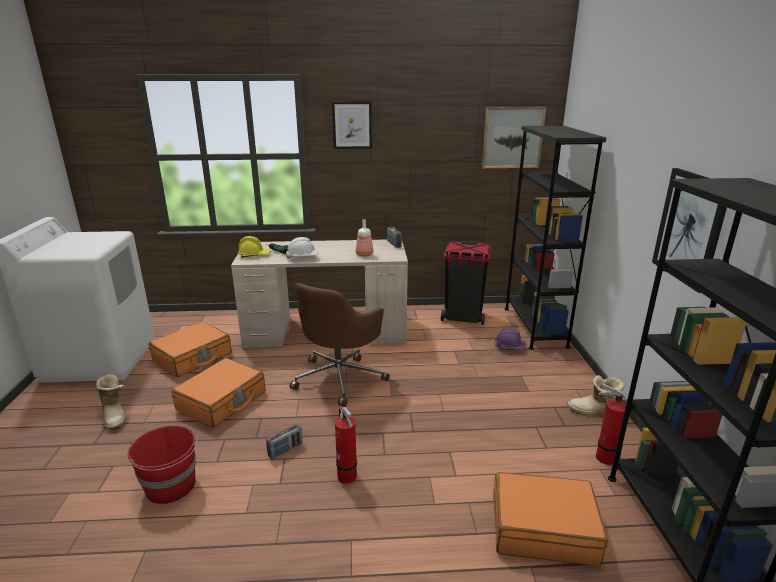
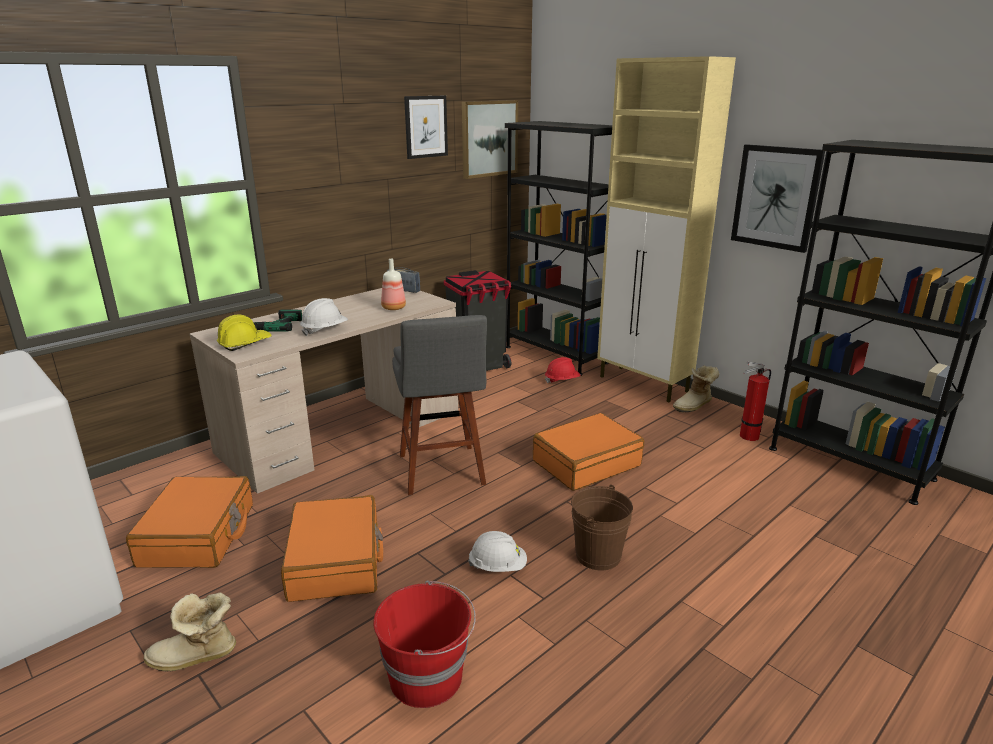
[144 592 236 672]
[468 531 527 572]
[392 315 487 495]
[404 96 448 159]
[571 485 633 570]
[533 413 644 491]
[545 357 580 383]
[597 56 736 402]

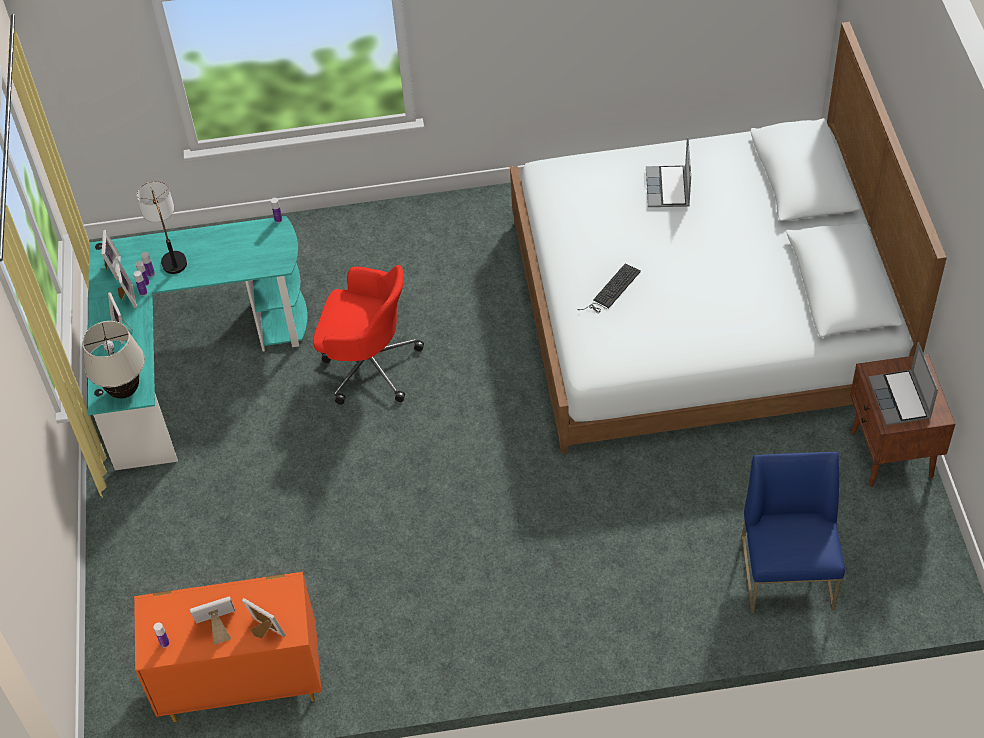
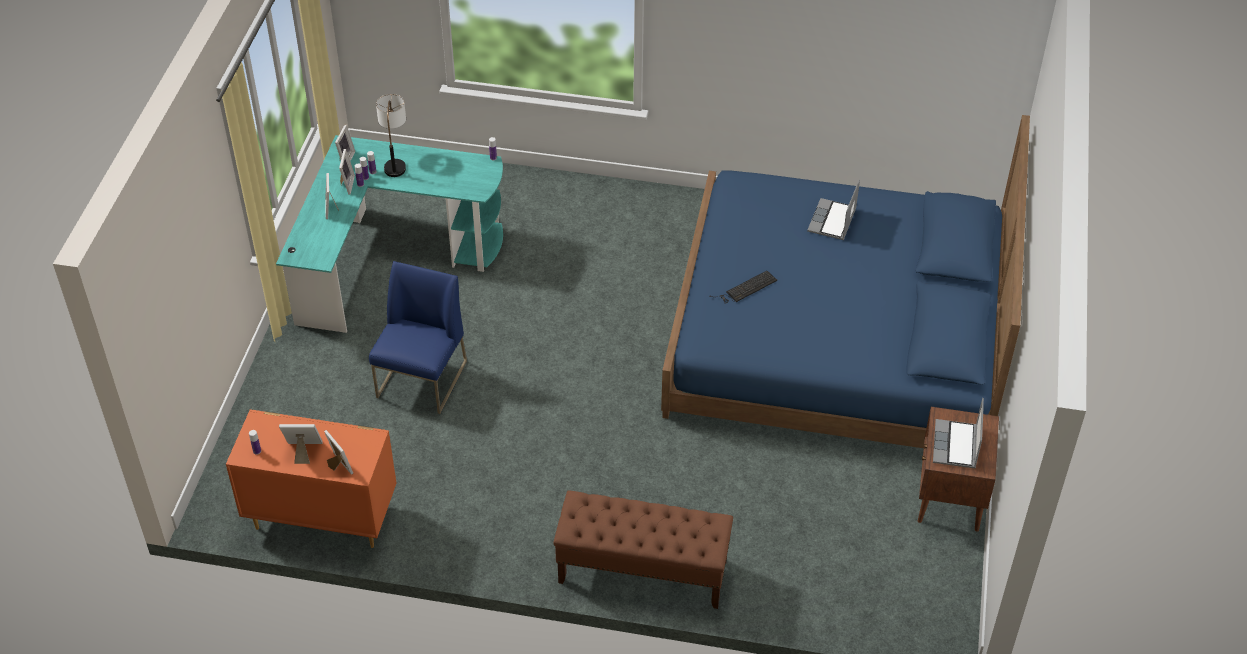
[82 321 145 399] (first image)
[313 265 424 405] (first image)
[661 115 1030 448]
[369 261 467 414]
[553 490 733 609]

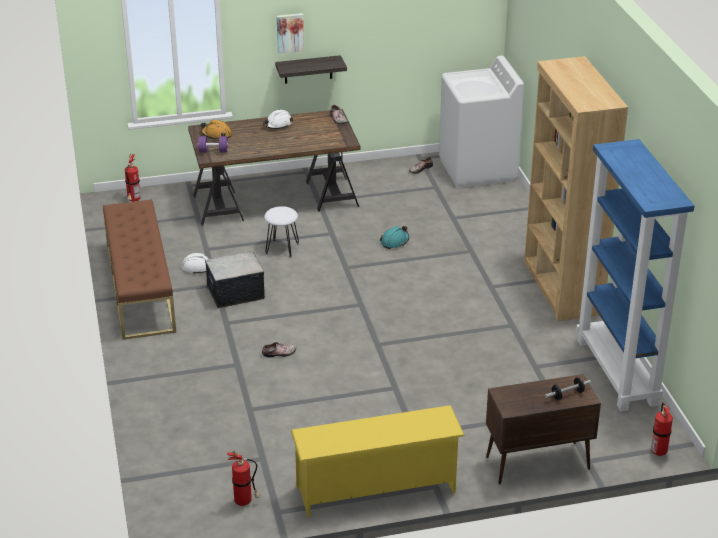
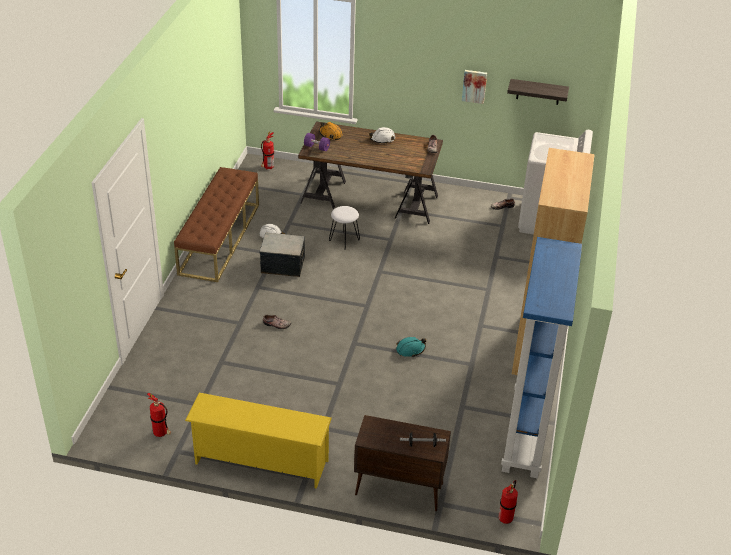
[507 79 569 105]
[462 70 487 104]
[396 337 426 357]

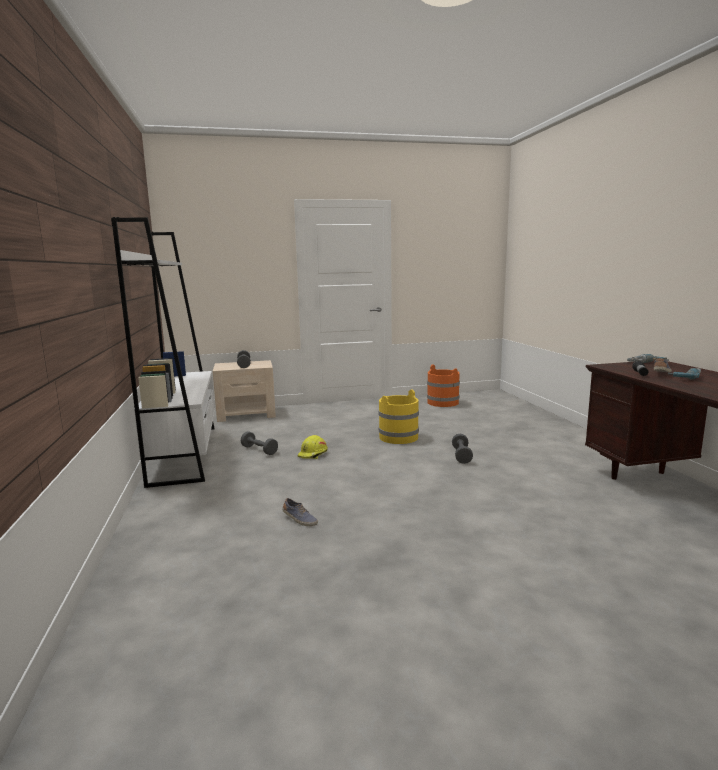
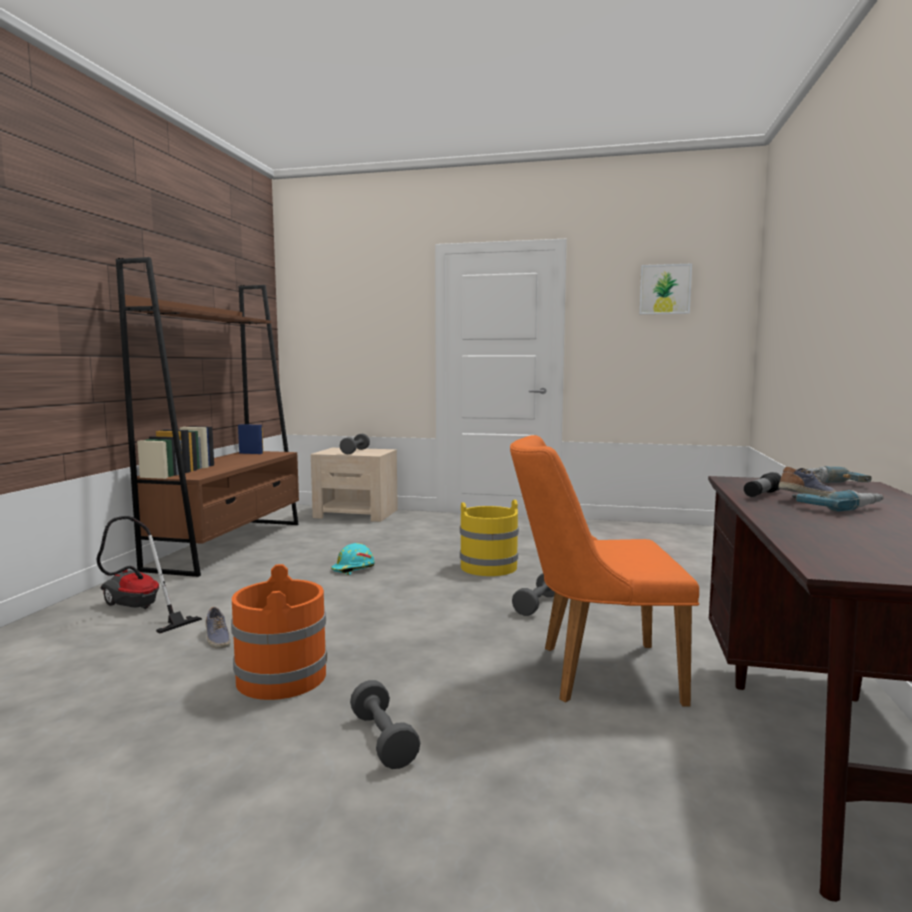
[116 257 299 577]
[350 680 420 769]
[331 543 375 575]
[231 564 327 700]
[97 516 202 634]
[510 435 699 707]
[639 263 692 314]

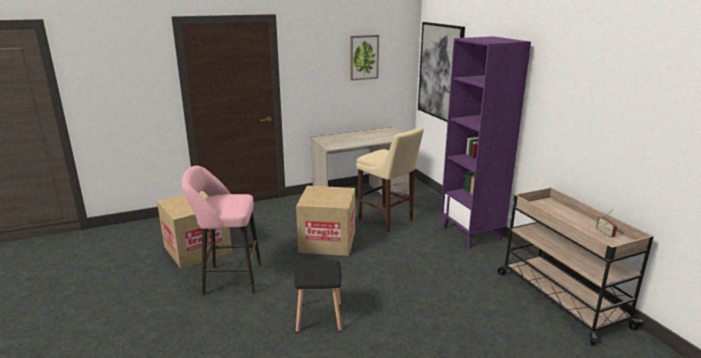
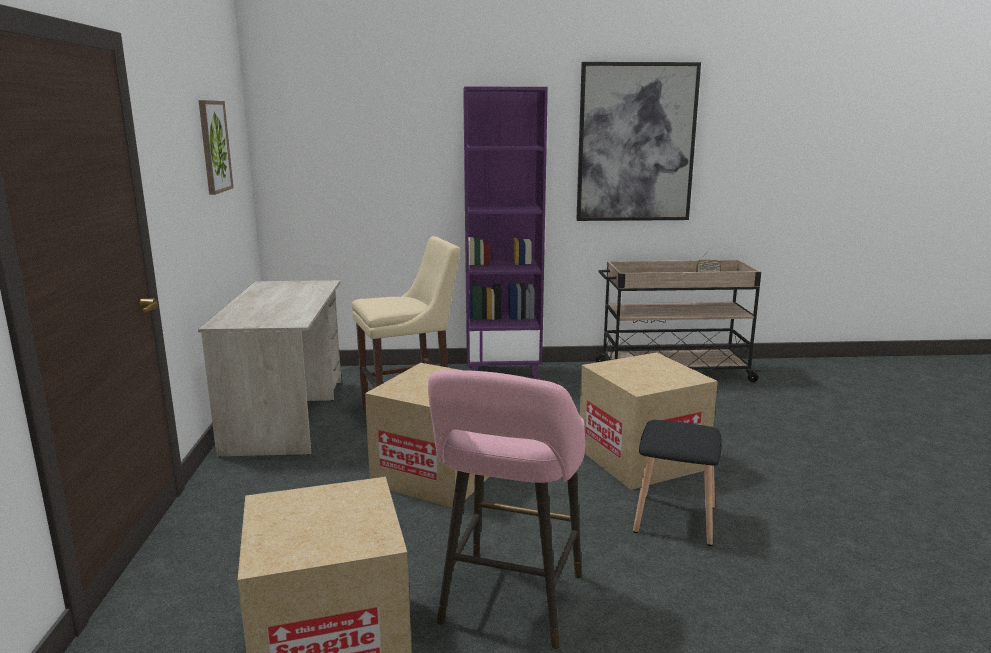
[576 62 701 221]
[580 352 718 490]

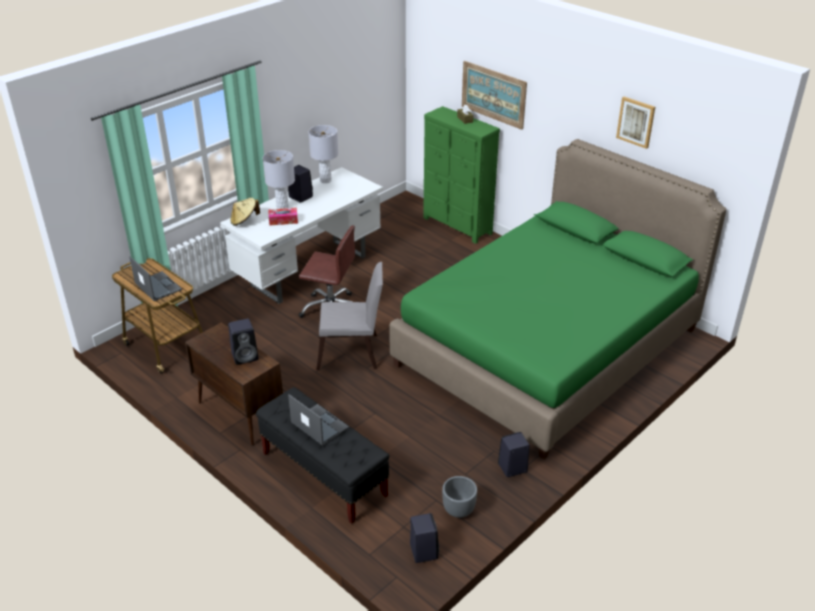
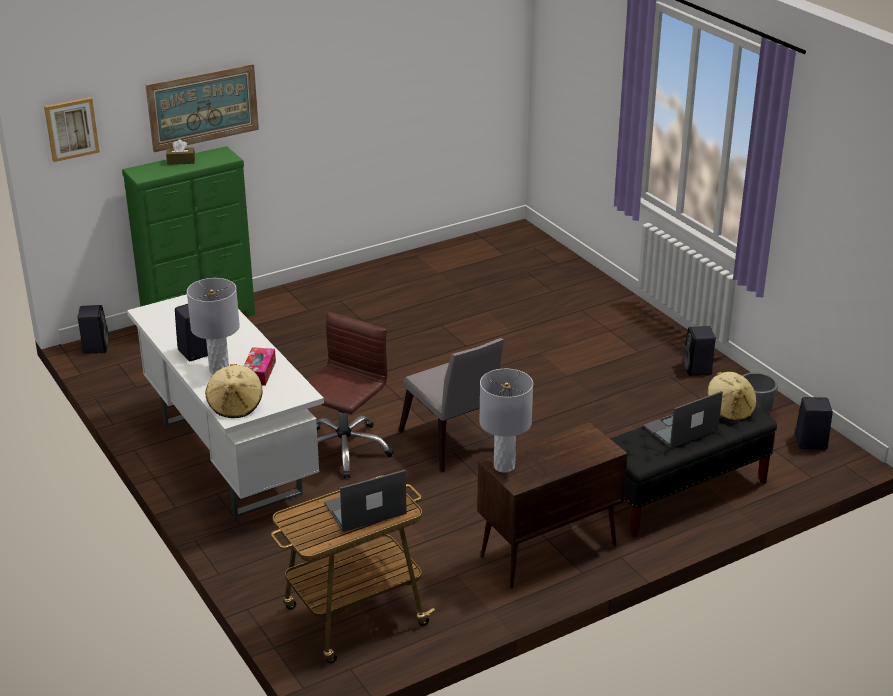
[78 305 109 354]
[479 369 533 473]
[399 338 504 472]
[389 139 727 459] (first image)
[44 97 100 162]
[707 372 757 422]

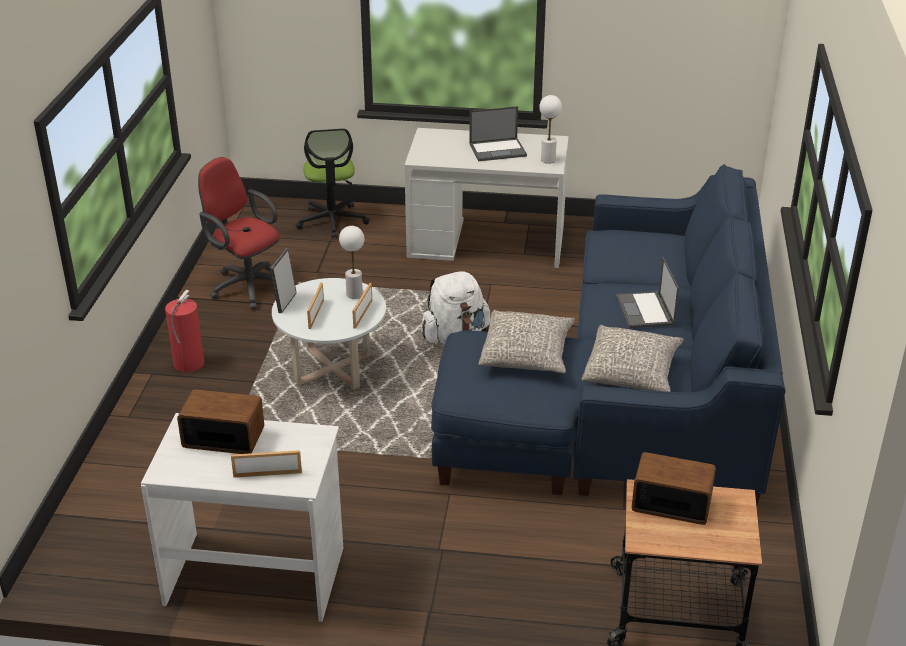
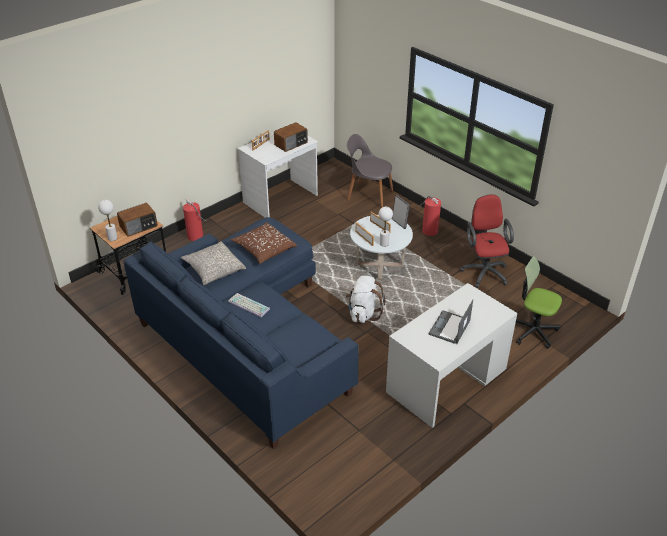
[460 194 514 288]
[231 222 297 264]
[98 200 118 241]
[228 293 270 317]
[183 199 206 241]
[347 134 393 208]

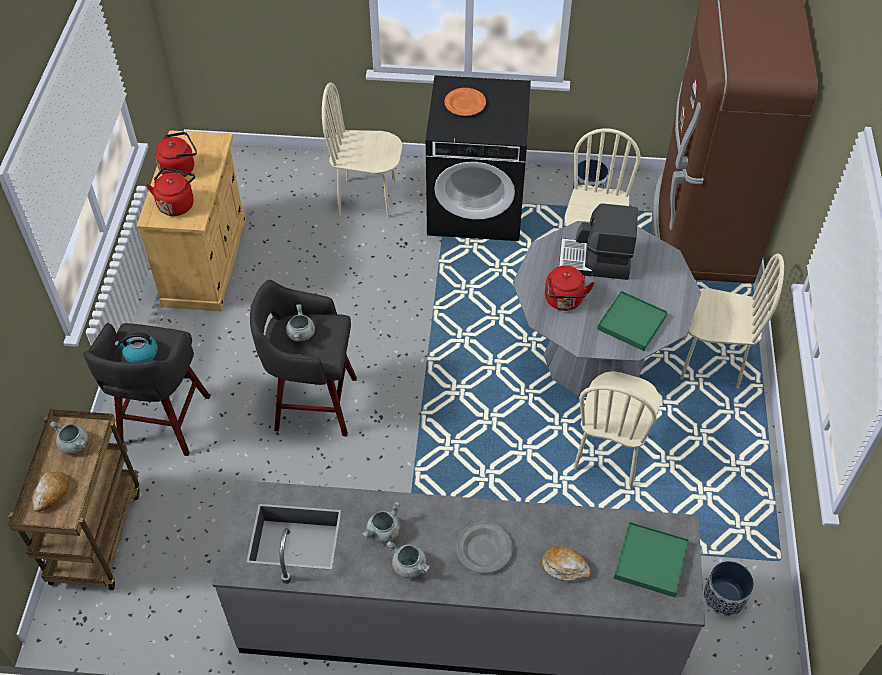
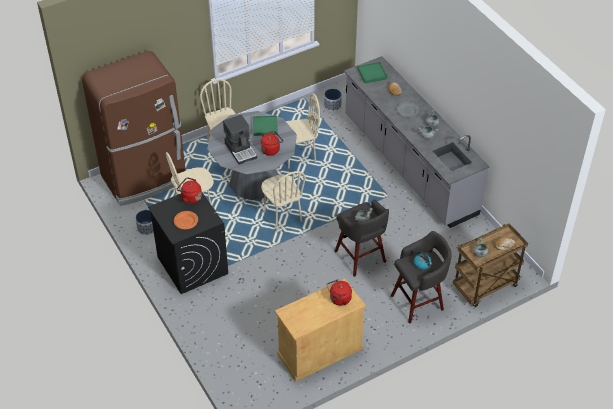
[177 177 202 204]
[261 171 306 232]

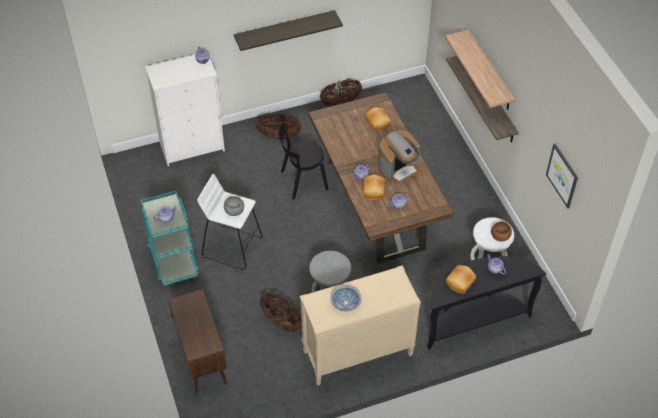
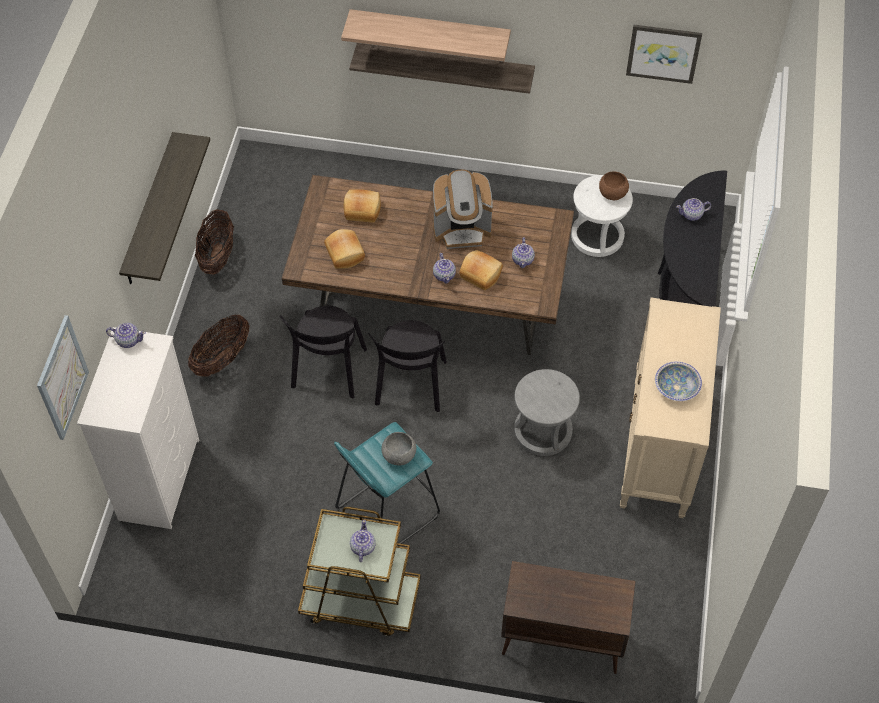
[298 507 421 636]
[334 422 440 546]
[260 293 302 333] (first image)
[433 170 493 249]
[324 229 365 269]
[37 315 89 440]
[368 320 447 412]

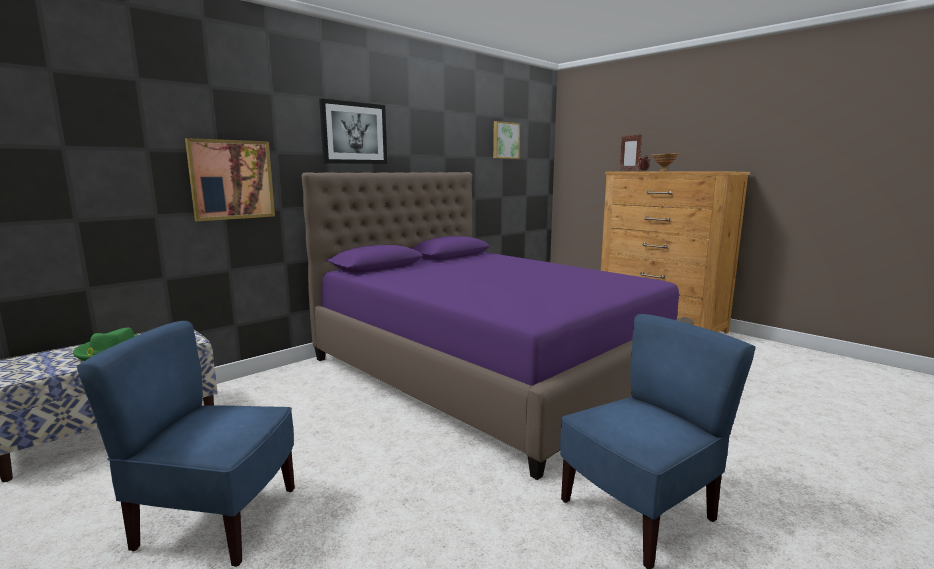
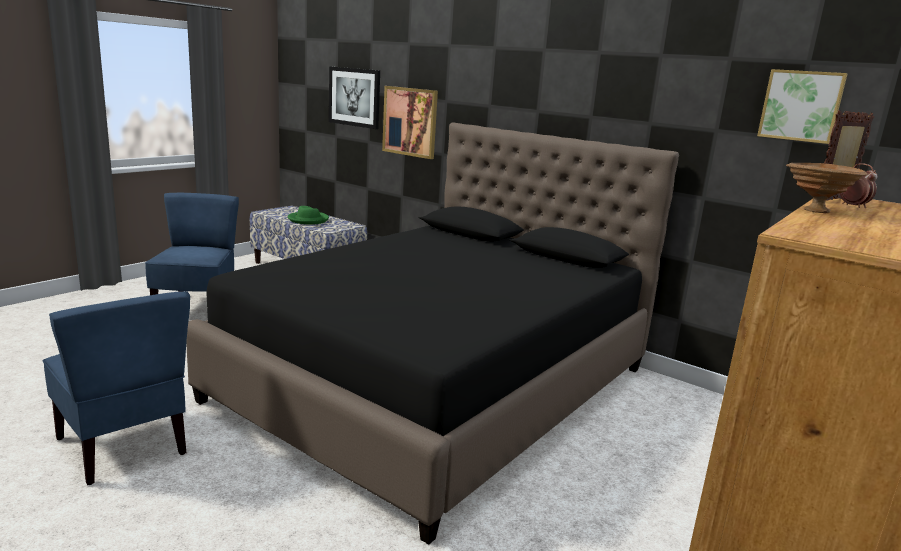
[186 122 679 545]
[329 66 380 129]

